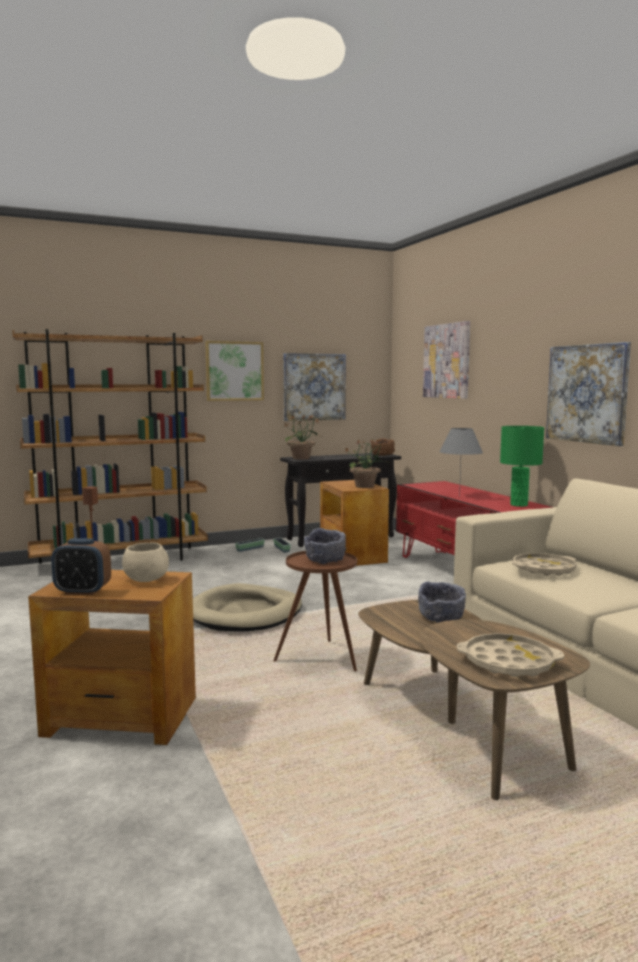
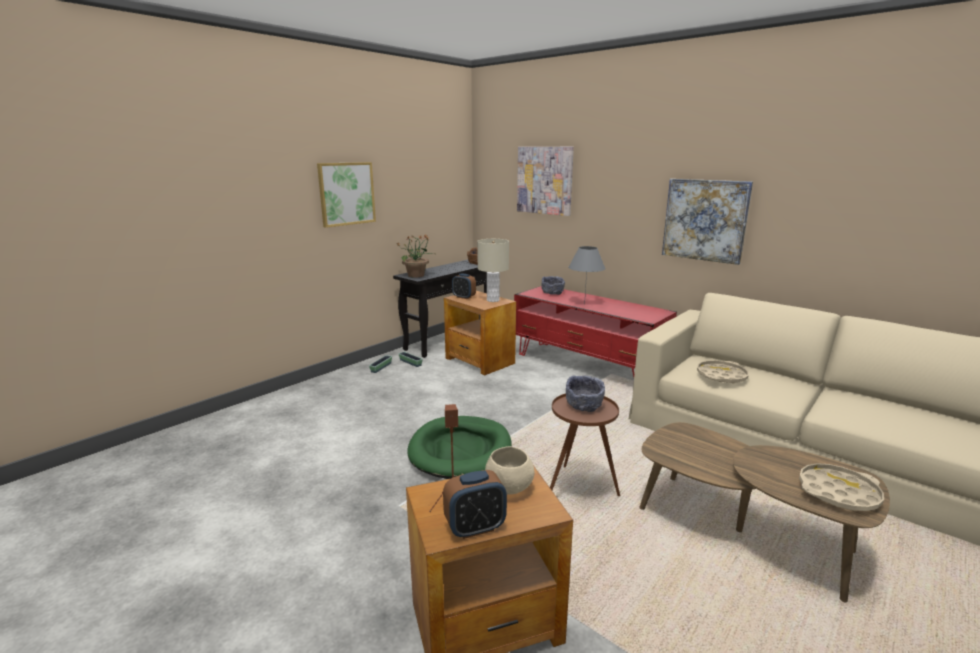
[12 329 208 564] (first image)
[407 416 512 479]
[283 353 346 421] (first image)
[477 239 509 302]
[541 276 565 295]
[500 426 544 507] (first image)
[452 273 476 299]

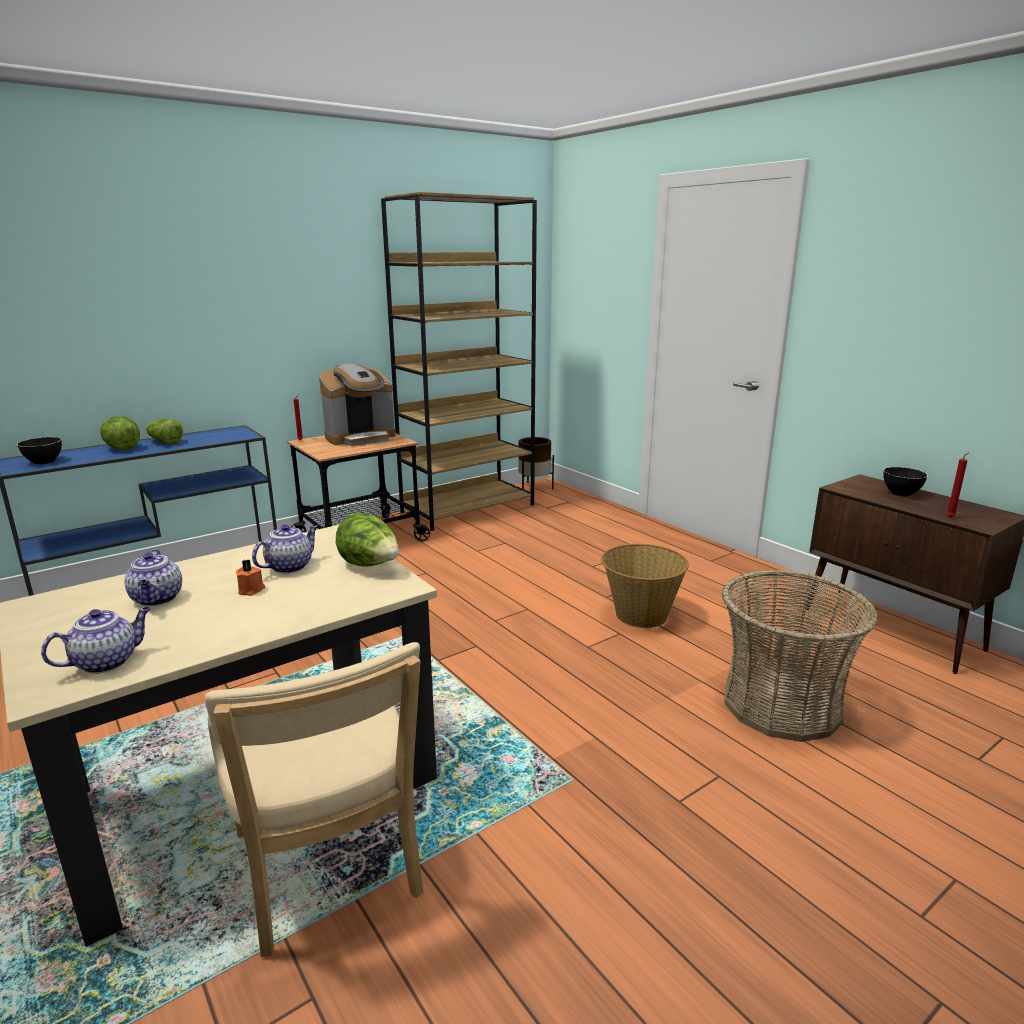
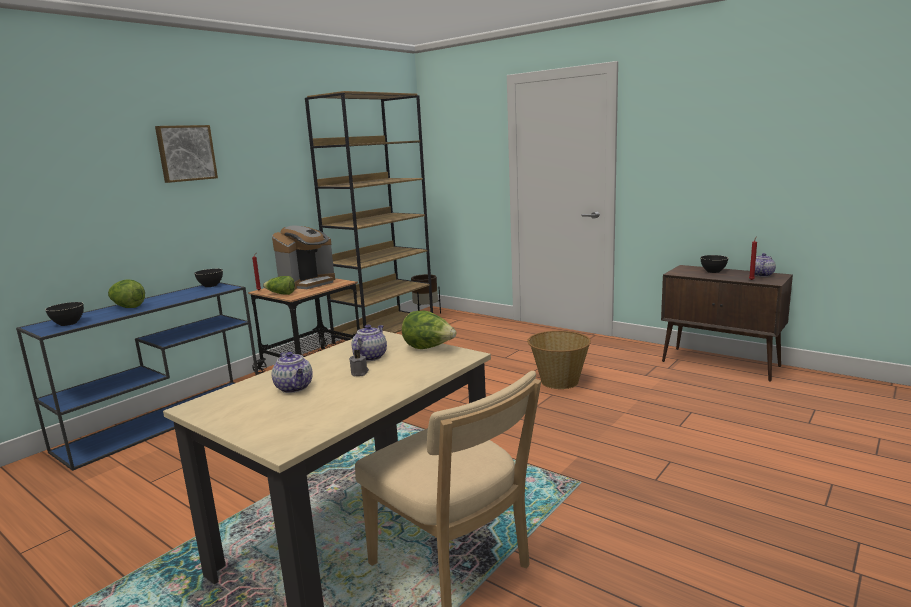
[750 253 776 277]
[263 276 295 295]
[349 349 369 376]
[722 570 878 742] (first image)
[155 125 218 183]
[194 269 223 287]

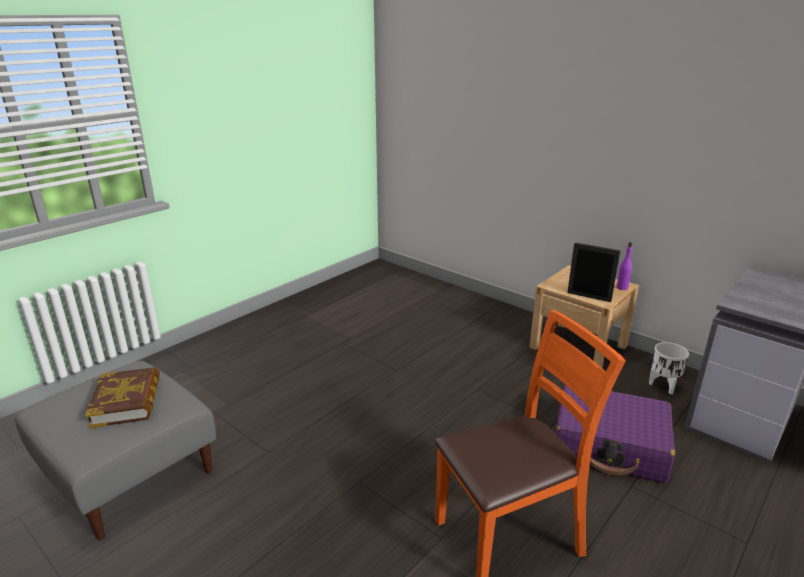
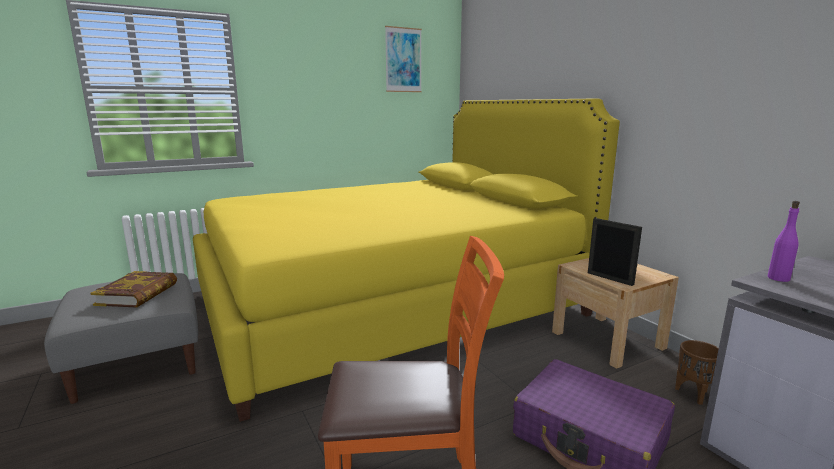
[768 201 800 282]
[675 340 719 405]
[193 98 620 422]
[385 26 422 92]

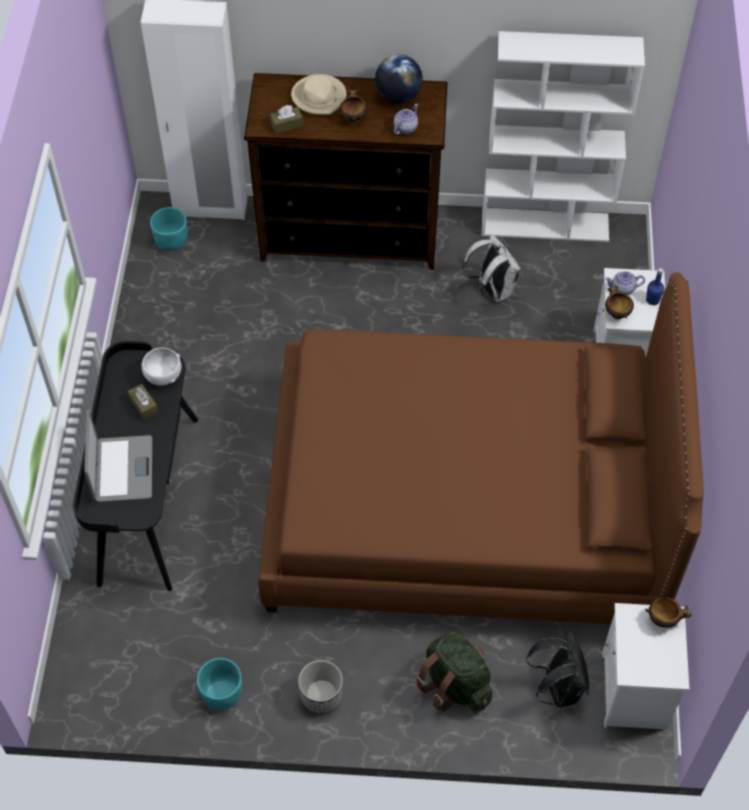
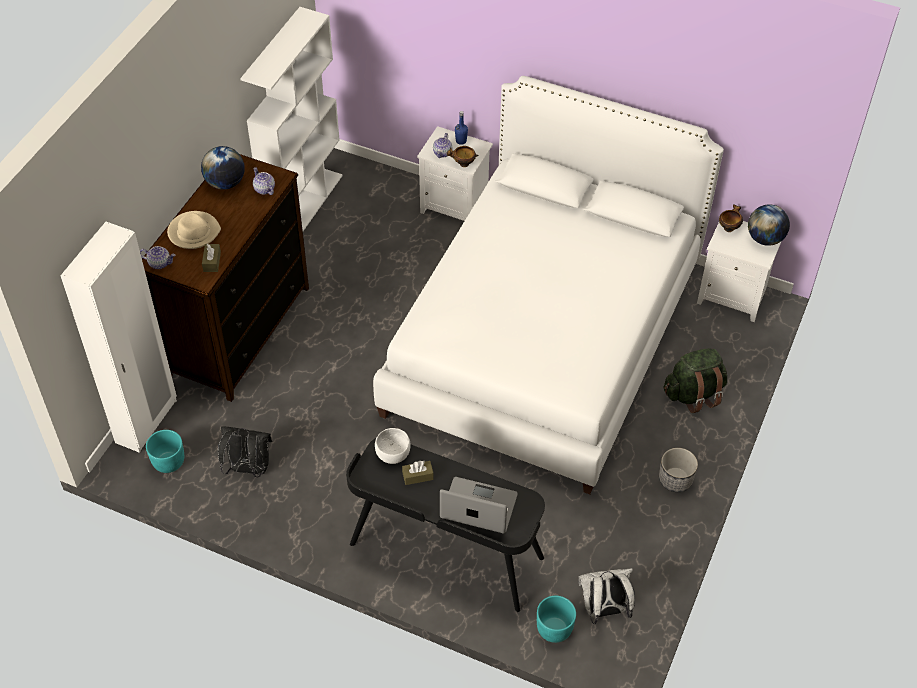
[537 596 576 643]
[373 76 724 494]
[340 90 368 123] (first image)
[578 568 635 624]
[218 426 272 477]
[140 246 175 269]
[748 204 790 246]

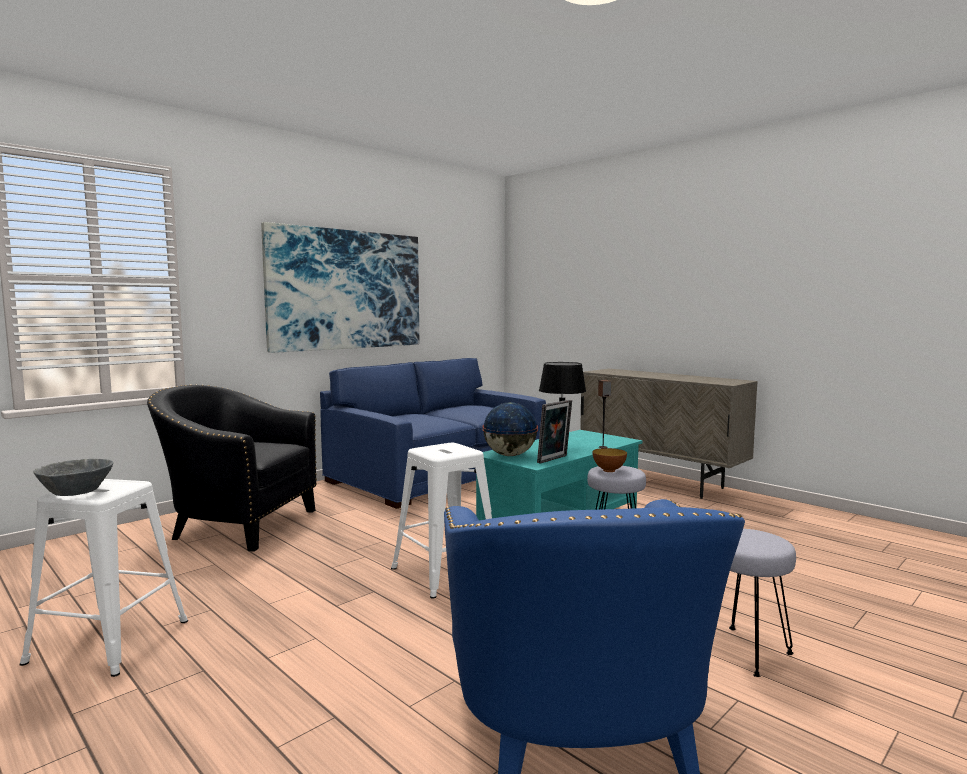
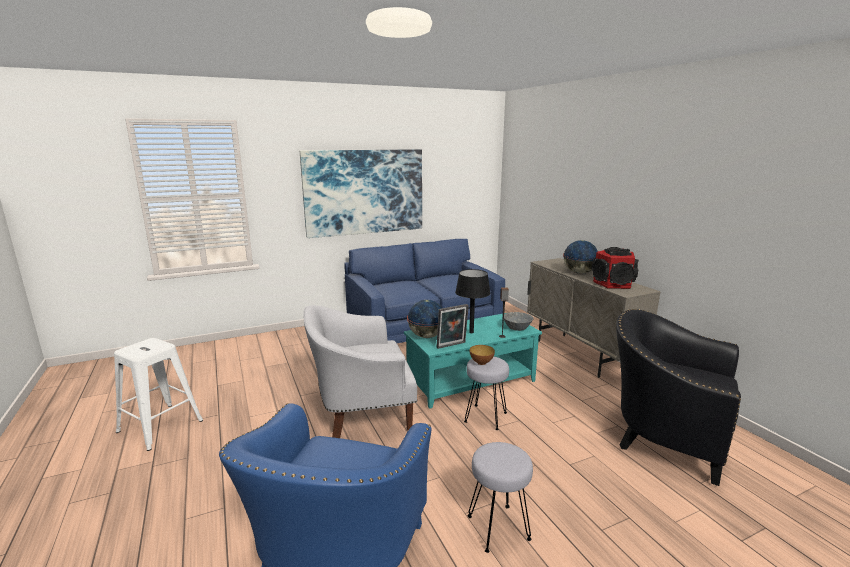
[504 312 533 331]
[616 309 741 486]
[303 305 417 438]
[563 240 598 274]
[591 247 639 289]

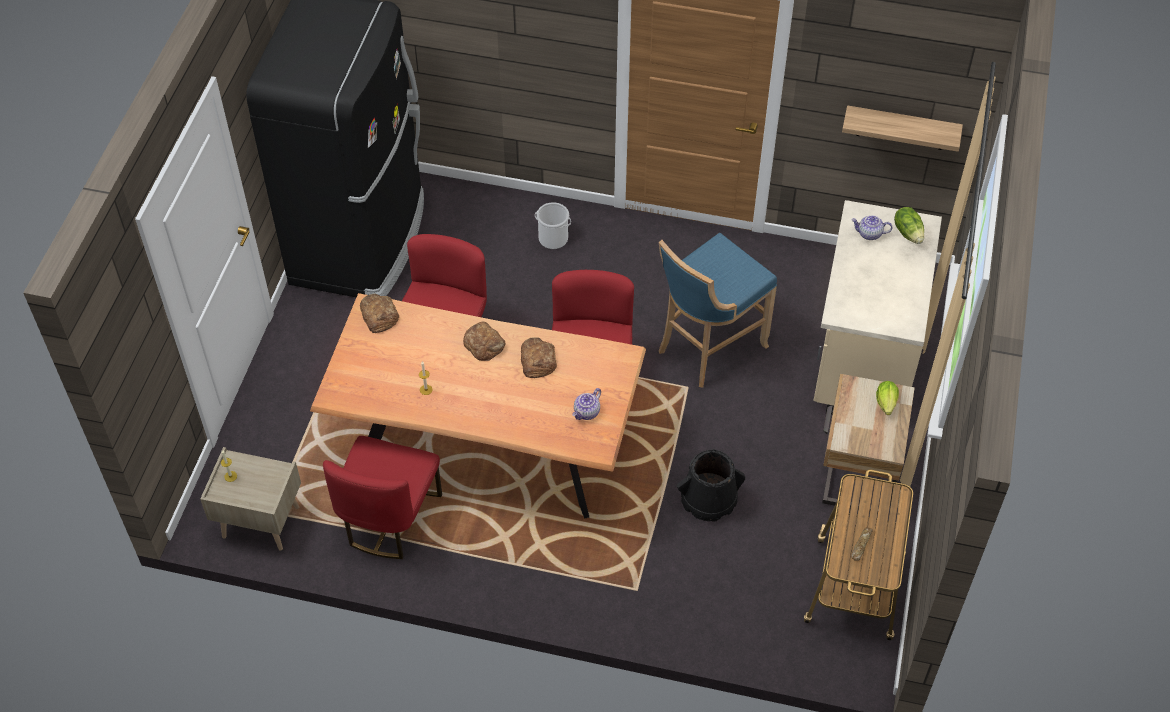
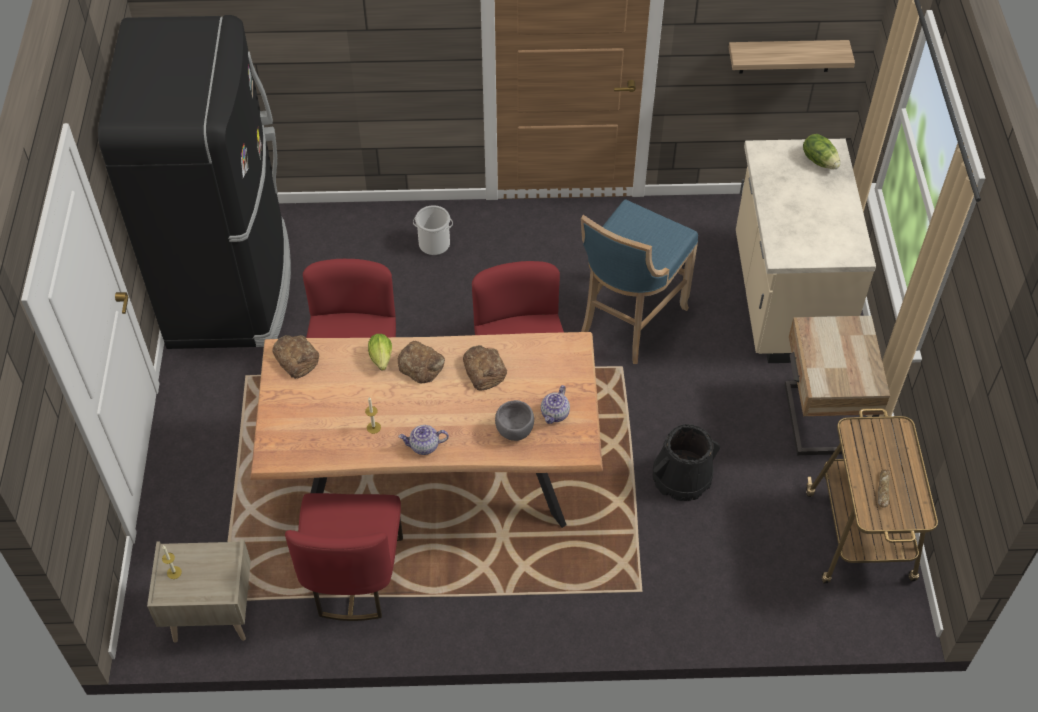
[399 425 449 455]
[368 334 392 371]
[495 400 534 441]

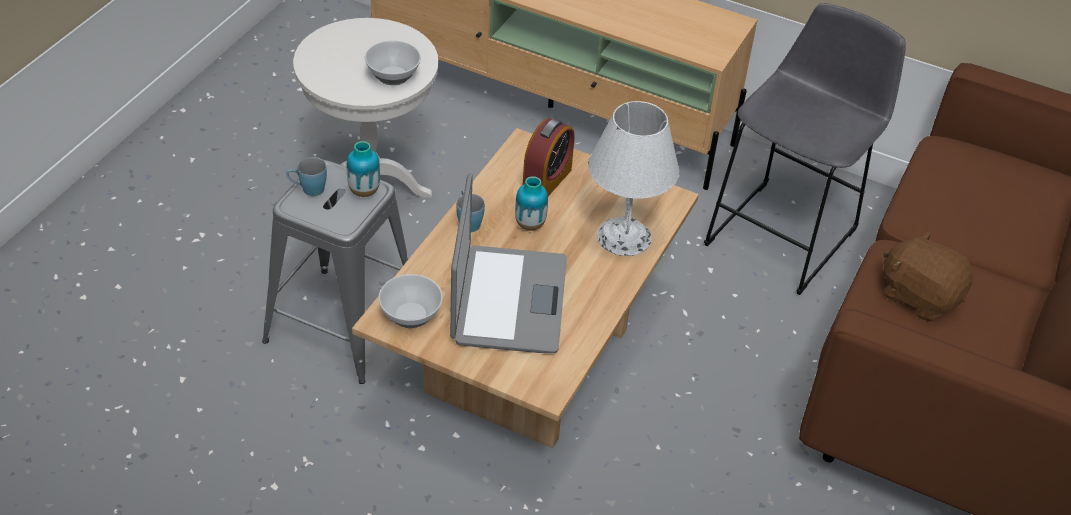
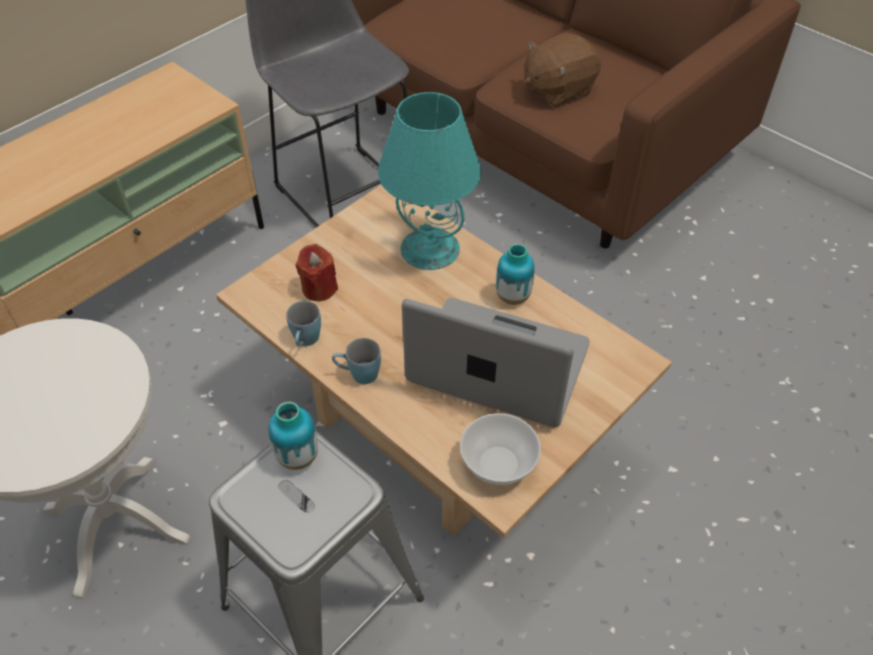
[286 301 321 346]
[365 41 421 85] (first image)
[496 244 535 305]
[296 244 338 301]
[378 92 481 270]

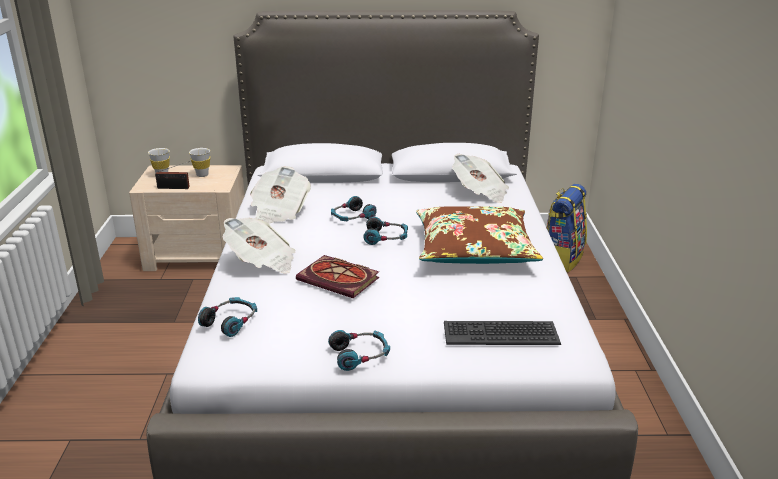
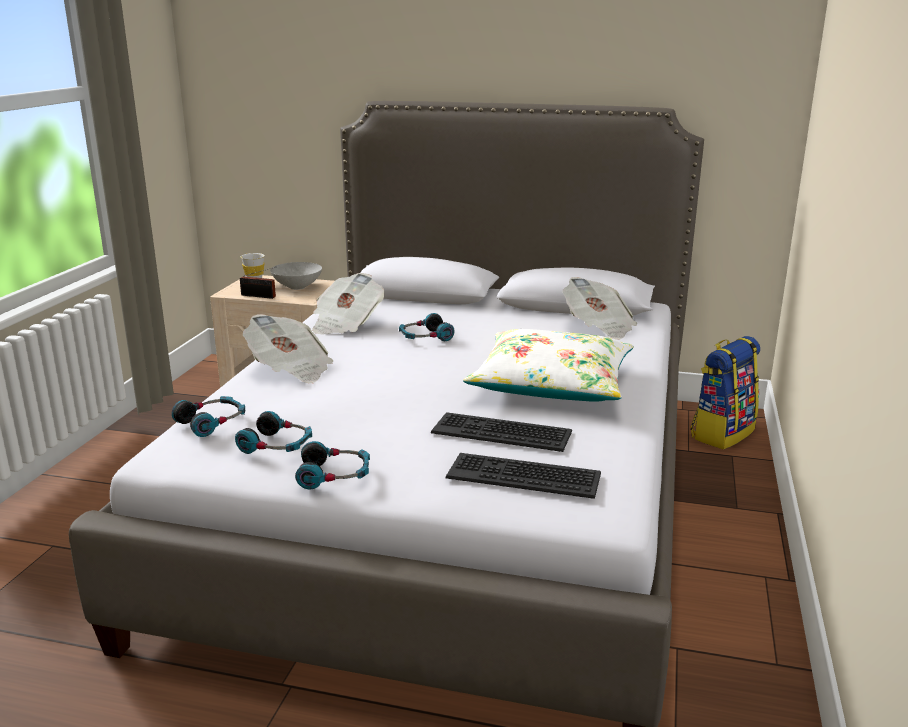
[270 262 322 290]
[296 255 379 298] (first image)
[235 411 312 454]
[463 329 634 402]
[431 412 572 452]

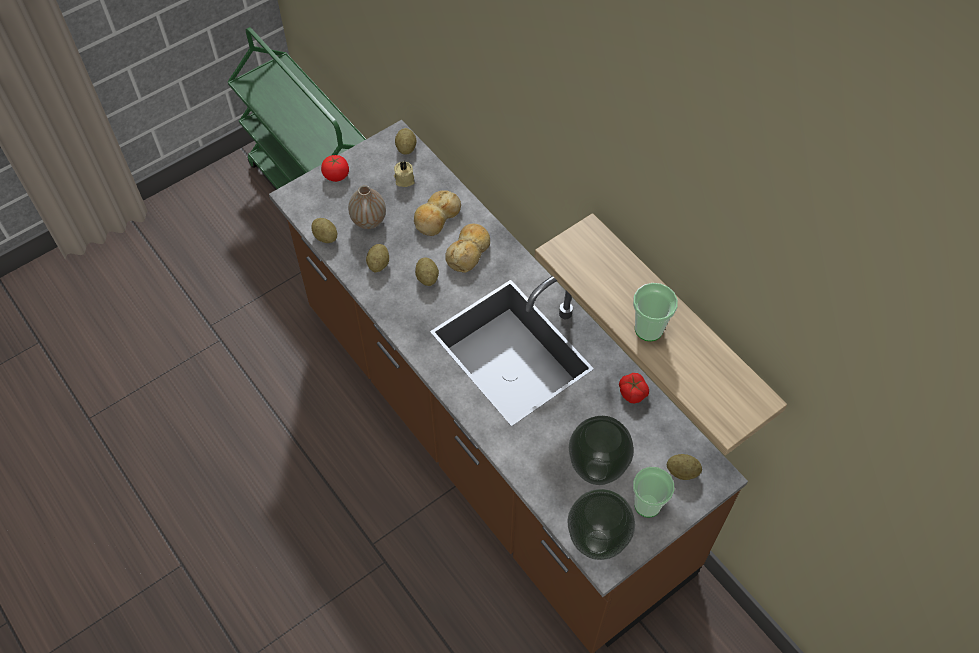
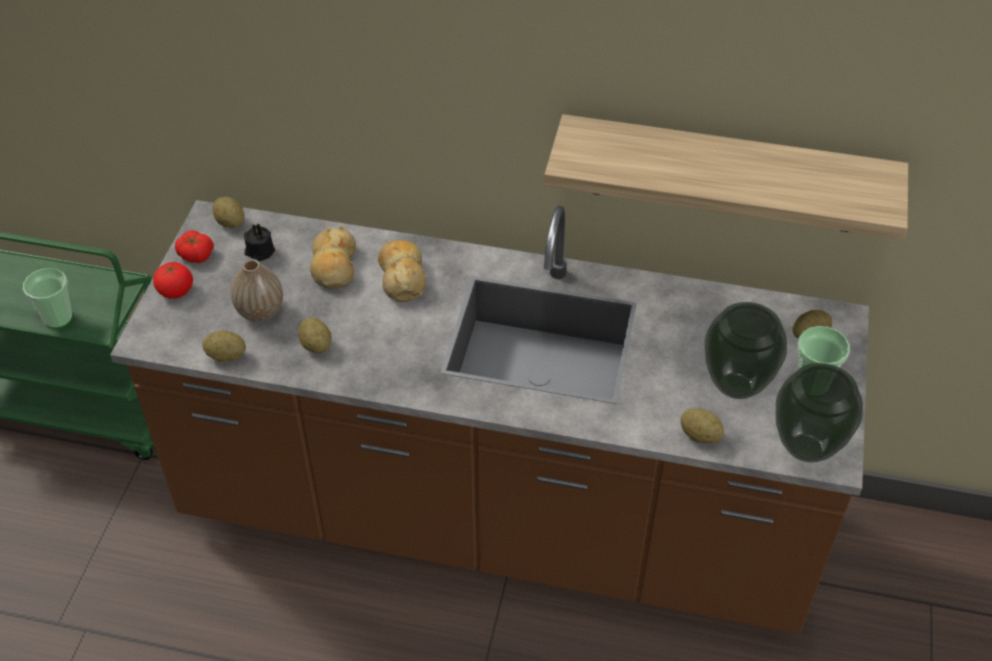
[244 224 275 261]
[680 408 724 443]
[175 230 214 263]
[23 268 73 329]

